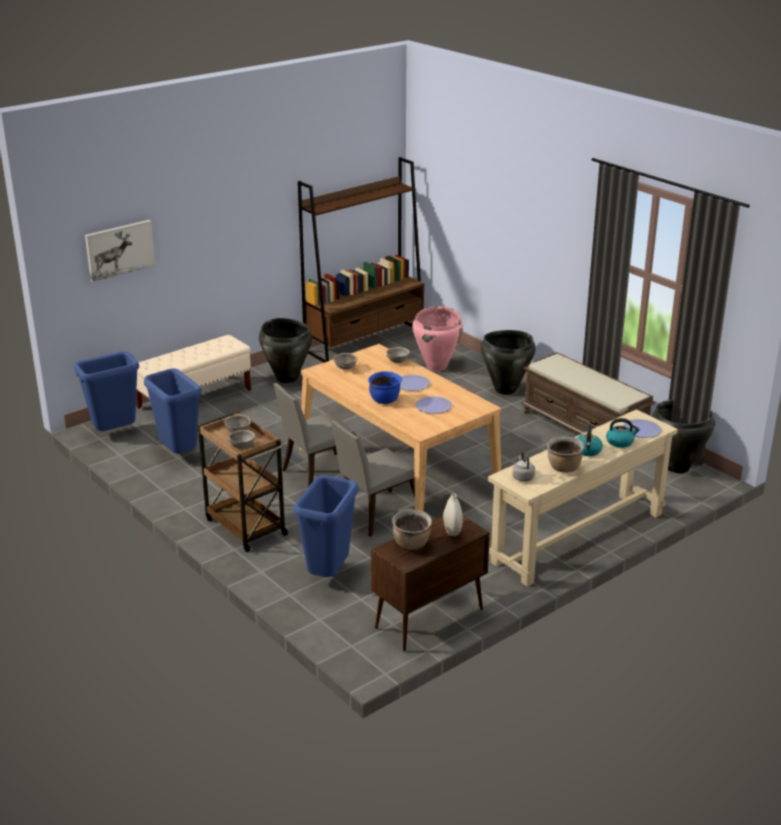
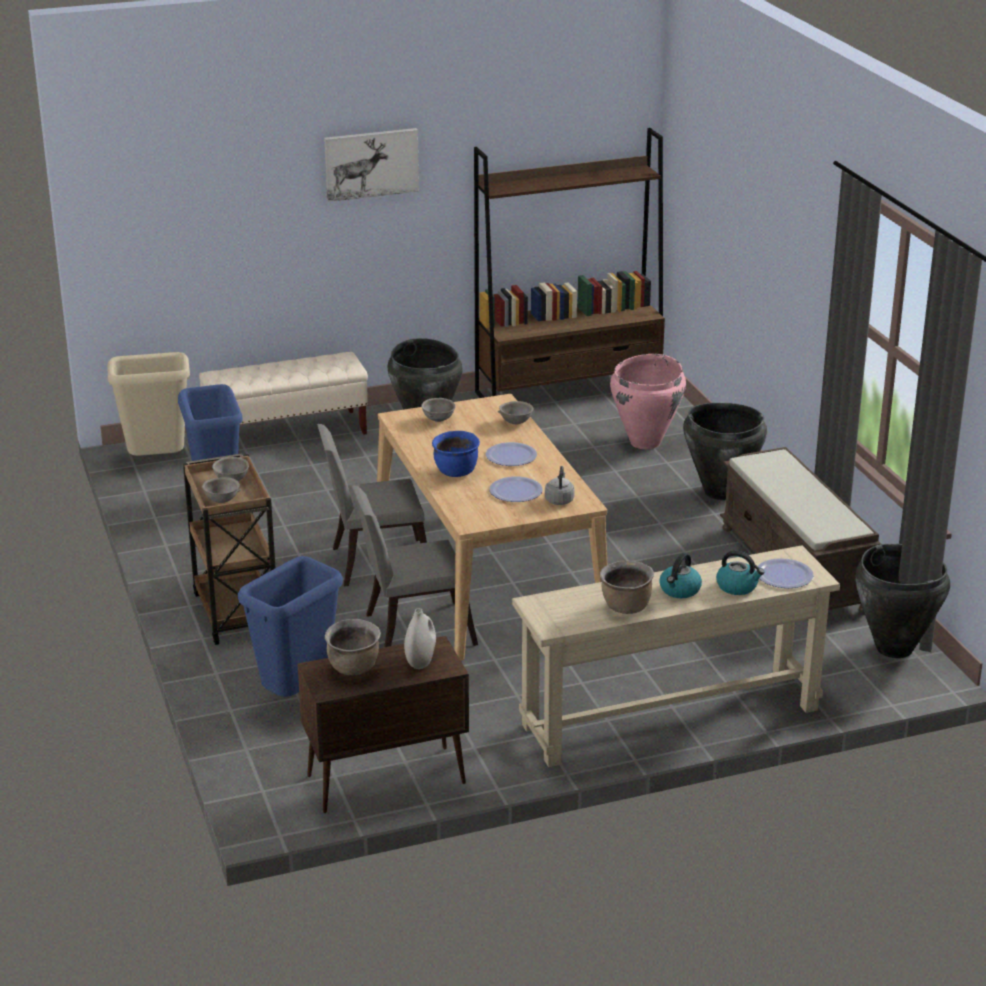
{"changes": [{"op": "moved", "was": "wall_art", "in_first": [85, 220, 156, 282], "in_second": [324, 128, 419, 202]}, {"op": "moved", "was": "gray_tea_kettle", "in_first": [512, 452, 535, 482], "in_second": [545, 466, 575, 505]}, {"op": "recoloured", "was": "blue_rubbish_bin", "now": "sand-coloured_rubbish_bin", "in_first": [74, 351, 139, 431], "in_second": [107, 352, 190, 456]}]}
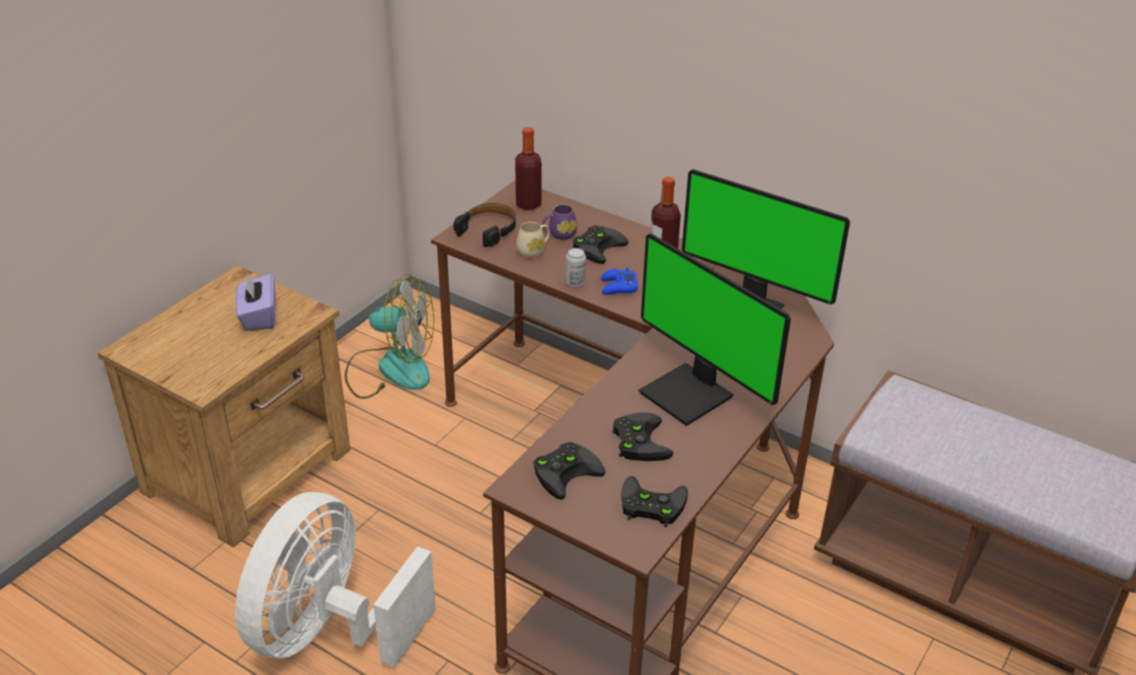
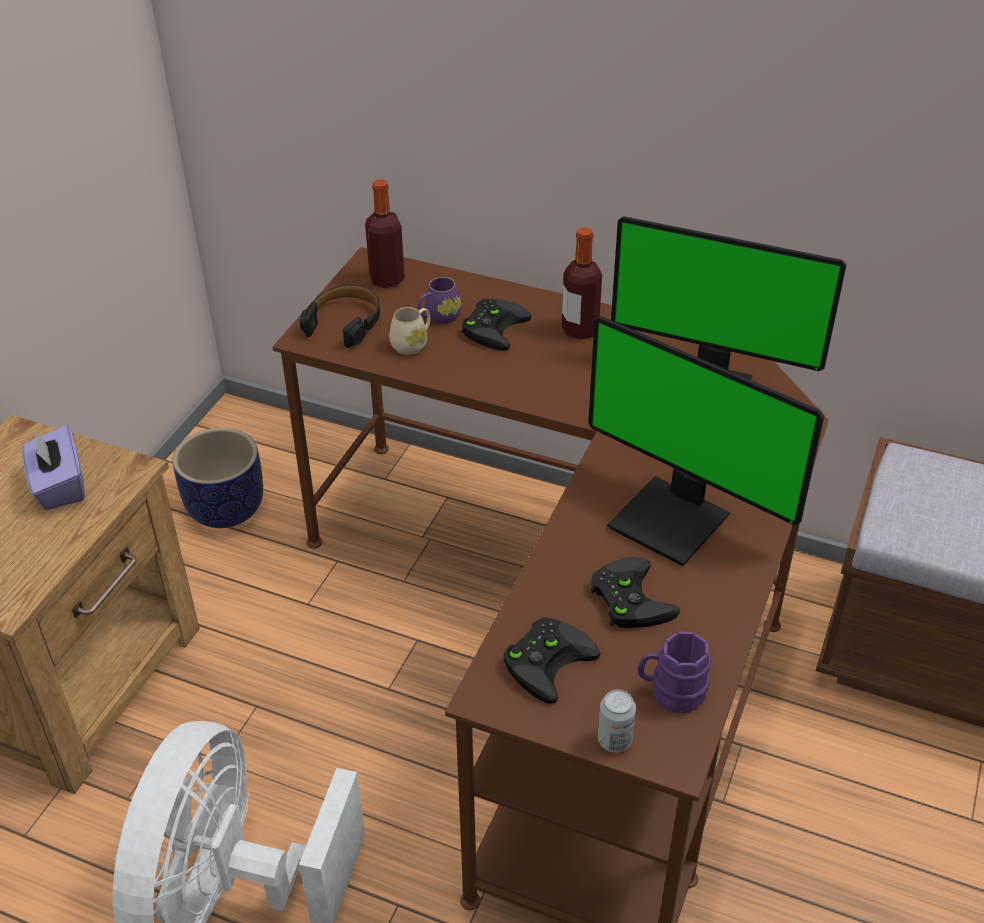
{"changes": [{"op": "removed", "was": "blue_gamepad", "in_first": [601, 267, 638, 295]}, {"op": "moved", "was": "metal_can", "in_first": [566, 248, 586, 287], "in_second": [598, 689, 636, 752]}, {"op": "replaced", "was": "cooling_fan", "now": "flower_pot", "in_first": [345, 274, 434, 399], "in_second": [173, 427, 263, 528]}, {"op": "replaced", "was": "black_gamepad", "now": "purple-coloured_tea_mug", "in_first": [621, 476, 688, 527], "in_second": [637, 632, 711, 713]}]}
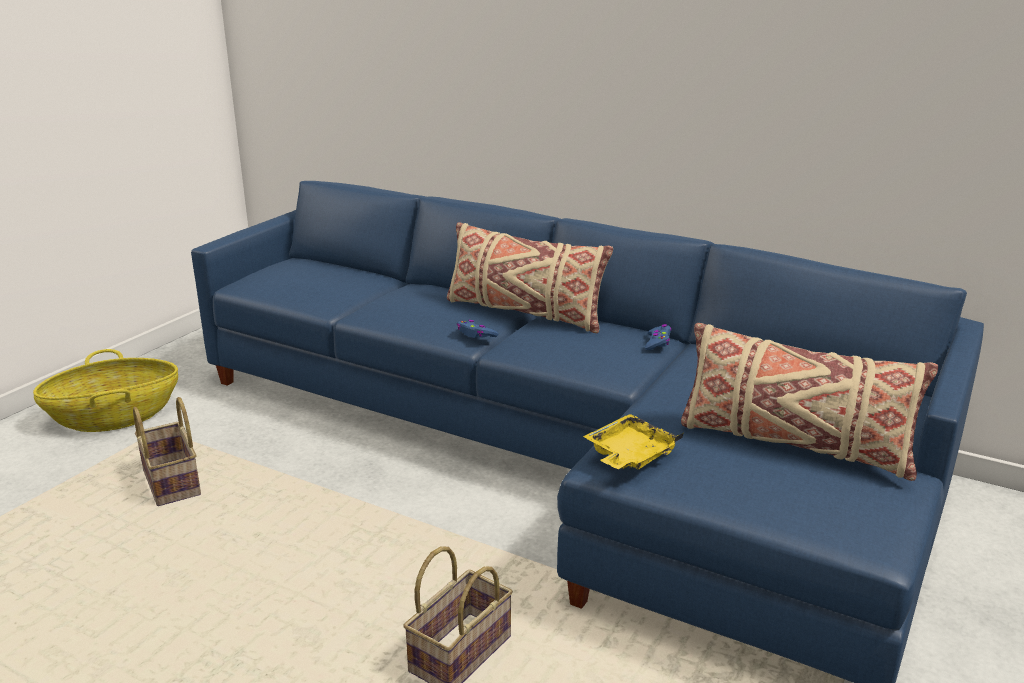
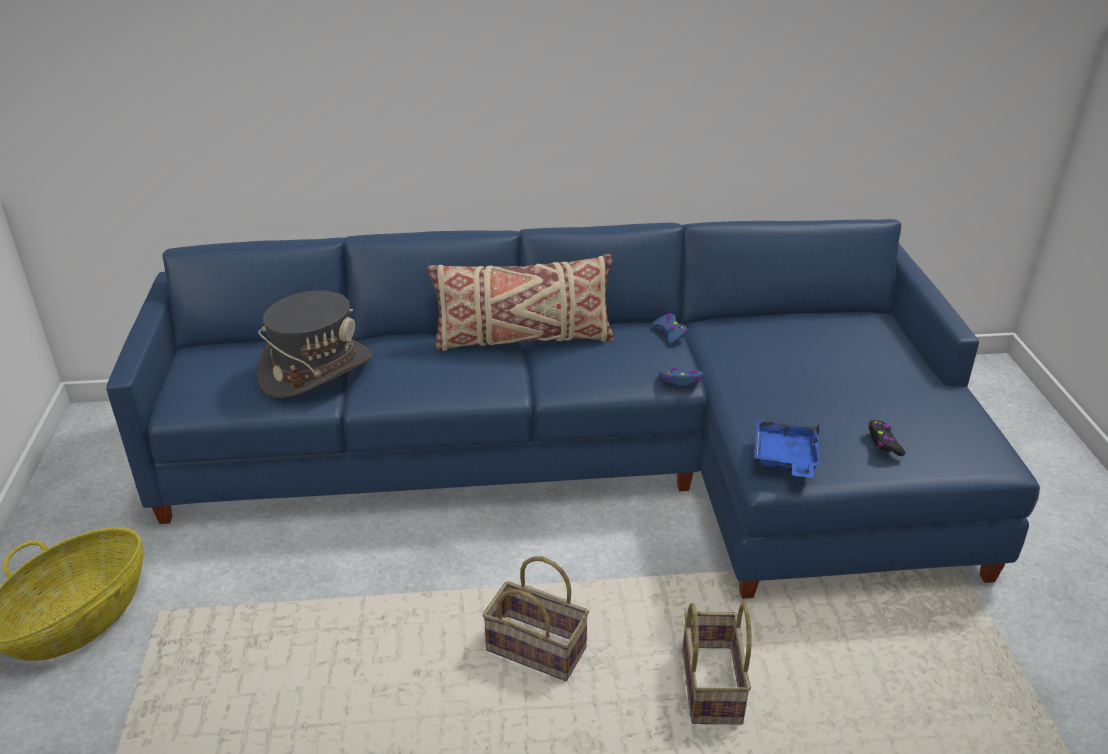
{"changes": [{"op": "removed", "was": "sand-coloured_pillow", "in_first": [681, 323, 938, 481]}, {"op": "added", "now": "gray_hat", "in_second": [257, 290, 372, 398]}, {"op": "added", "now": "black_gamepad", "in_second": [868, 420, 905, 456]}, {"op": "moved", "was": "storage_basket", "in_first": [133, 397, 201, 506], "in_second": [482, 556, 589, 681]}, {"op": "moved", "was": "blue_gamepad", "in_first": [456, 320, 498, 338], "in_second": [659, 367, 703, 385]}, {"op": "recoloured", "was": "yellow_carrying_tray", "now": "blue_carrying_tray", "in_first": [583, 414, 683, 469], "in_second": [754, 419, 820, 478]}]}
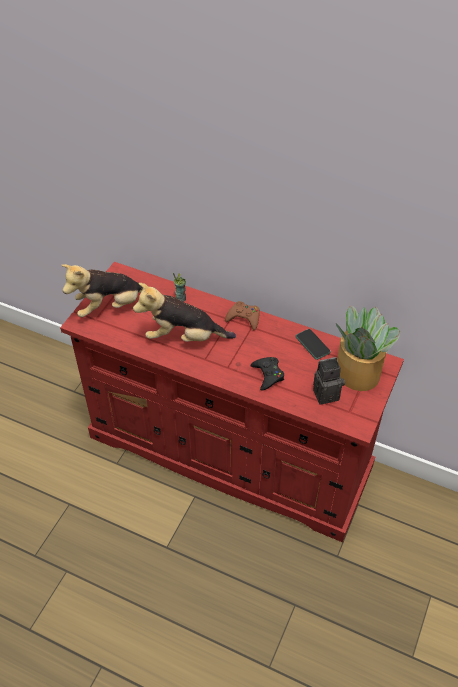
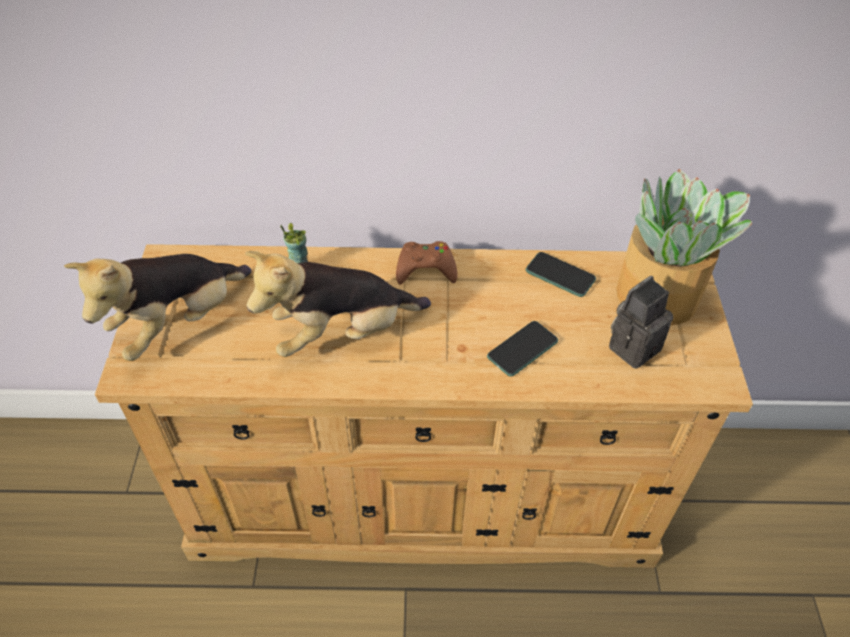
{"changes": [{"op": "replaced", "was": "black_gamepad", "now": "handset", "in_first": [251, 357, 284, 391], "in_second": [487, 321, 558, 377]}, {"op": "recoloured", "was": "red_drawer_chest", "now": "sand-coloured_drawer_chest", "in_first": [60, 262, 404, 542], "in_second": [95, 244, 753, 568]}]}
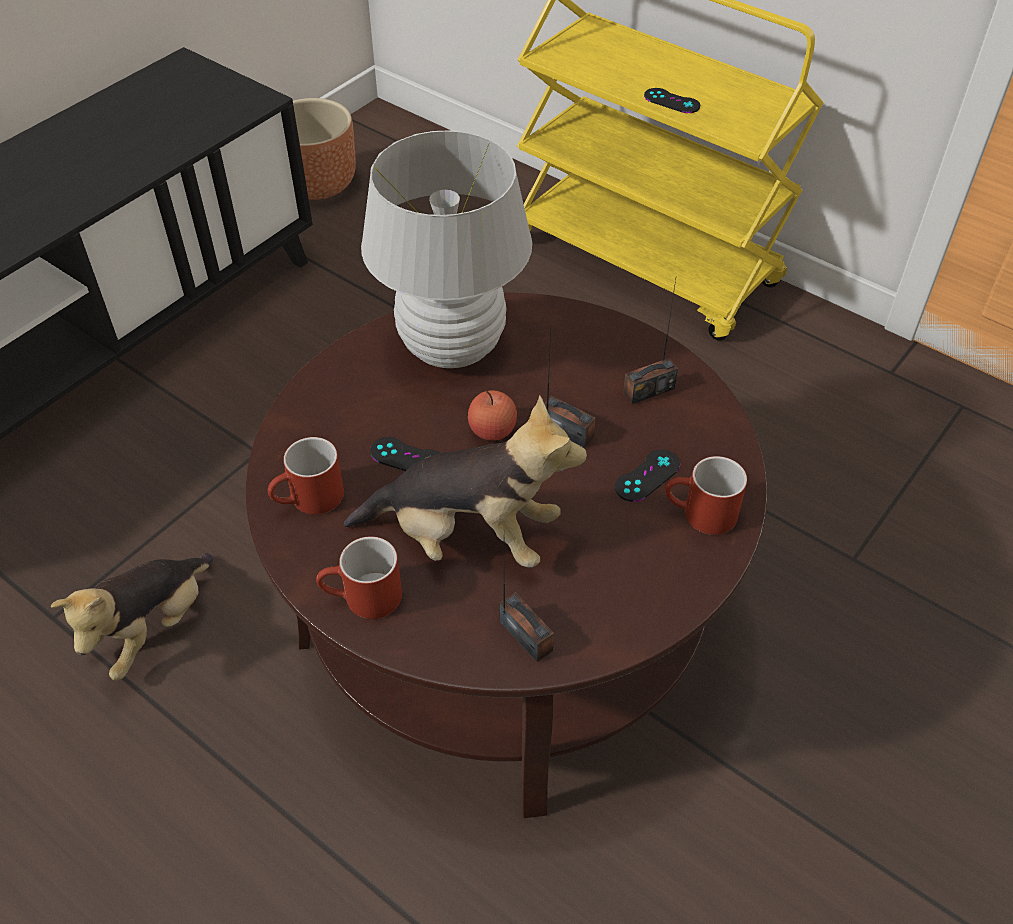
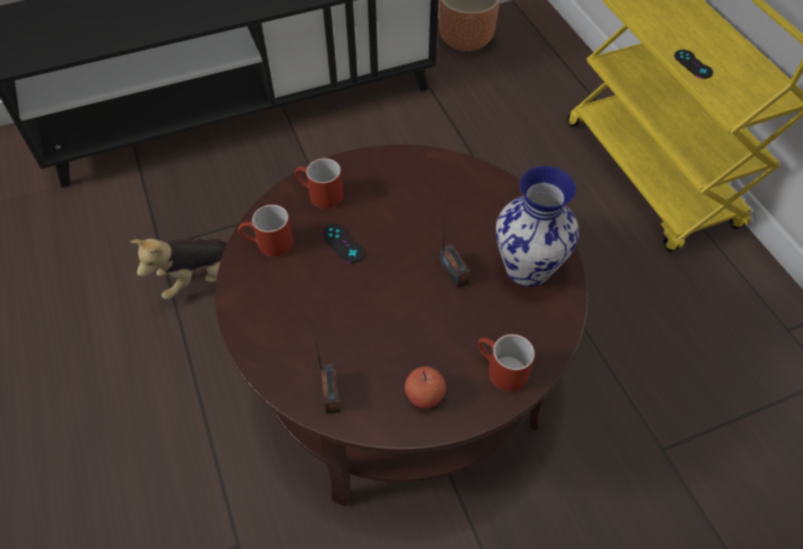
{"changes": [{"op": "removed", "was": "cuddly_toy", "in_first": [343, 396, 587, 567]}, {"op": "removed", "was": "whitish_lamp_for_a_table", "in_first": [361, 130, 532, 368]}, {"op": "removed", "was": "black_gamepad", "in_first": [615, 449, 680, 502]}, {"op": "moved", "was": "red_tea_mug", "in_first": [316, 536, 402, 619], "in_second": [295, 158, 343, 209]}, {"op": "moved", "was": "apple", "in_first": [468, 390, 517, 441], "in_second": [405, 366, 446, 408]}, {"op": "replaced", "was": "radio_receiver", "now": "decorative_vase", "in_first": [623, 280, 678, 404], "in_second": [496, 166, 579, 287]}]}
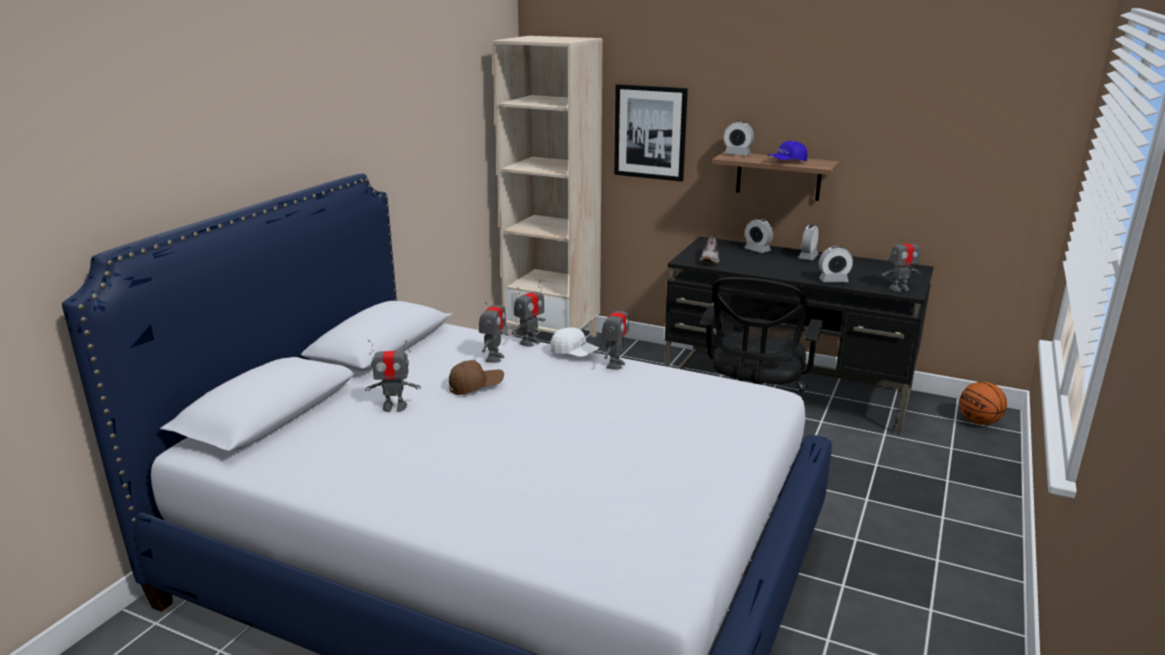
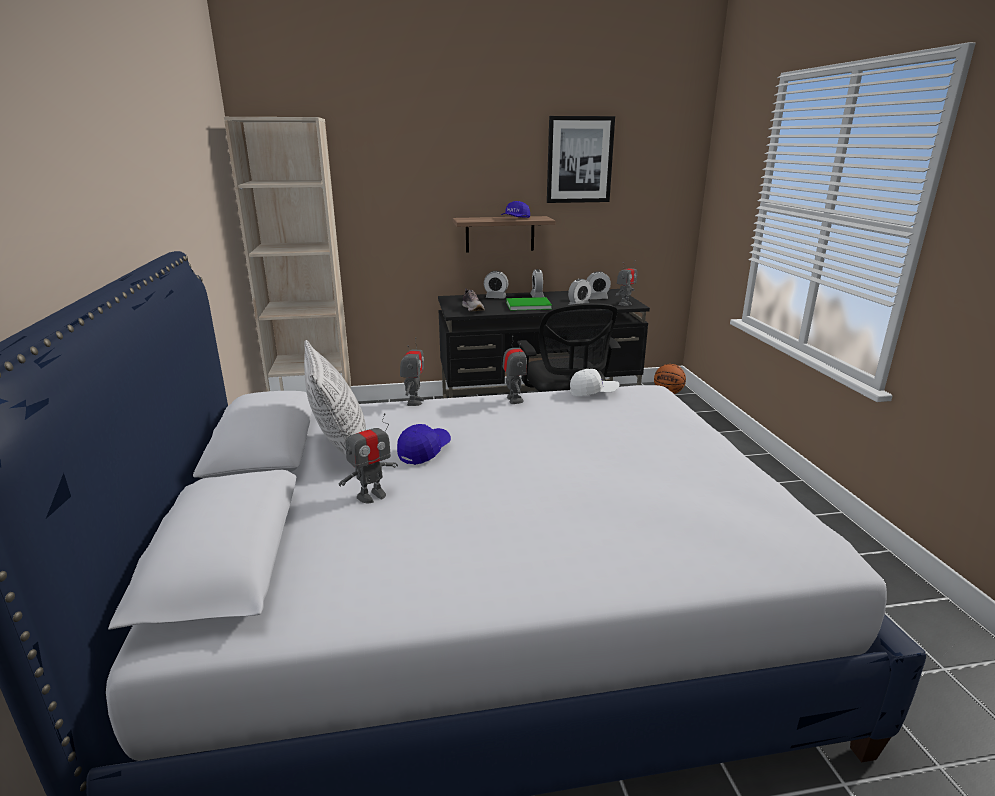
{"changes": [{"op": "removed", "was": "toy_robot", "in_first": [479, 293, 506, 363]}, {"op": "added", "now": "pillow", "in_second": [304, 340, 366, 455]}, {"op": "added", "now": "greenish_book", "in_second": [506, 297, 552, 311]}, {"op": "moved", "was": "whitish_peaked_cap", "in_first": [550, 328, 599, 357], "in_second": [570, 369, 620, 396]}, {"op": "moved", "was": "wall_art", "in_first": [614, 84, 688, 182], "in_second": [547, 116, 615, 203]}, {"op": "moved", "was": "table_clock", "in_first": [723, 121, 754, 156], "in_second": [587, 271, 611, 299]}, {"op": "recoloured", "was": "brown_peaked_cap", "now": "blue_peaked_cap", "in_first": [449, 360, 504, 395], "in_second": [397, 424, 451, 465]}]}
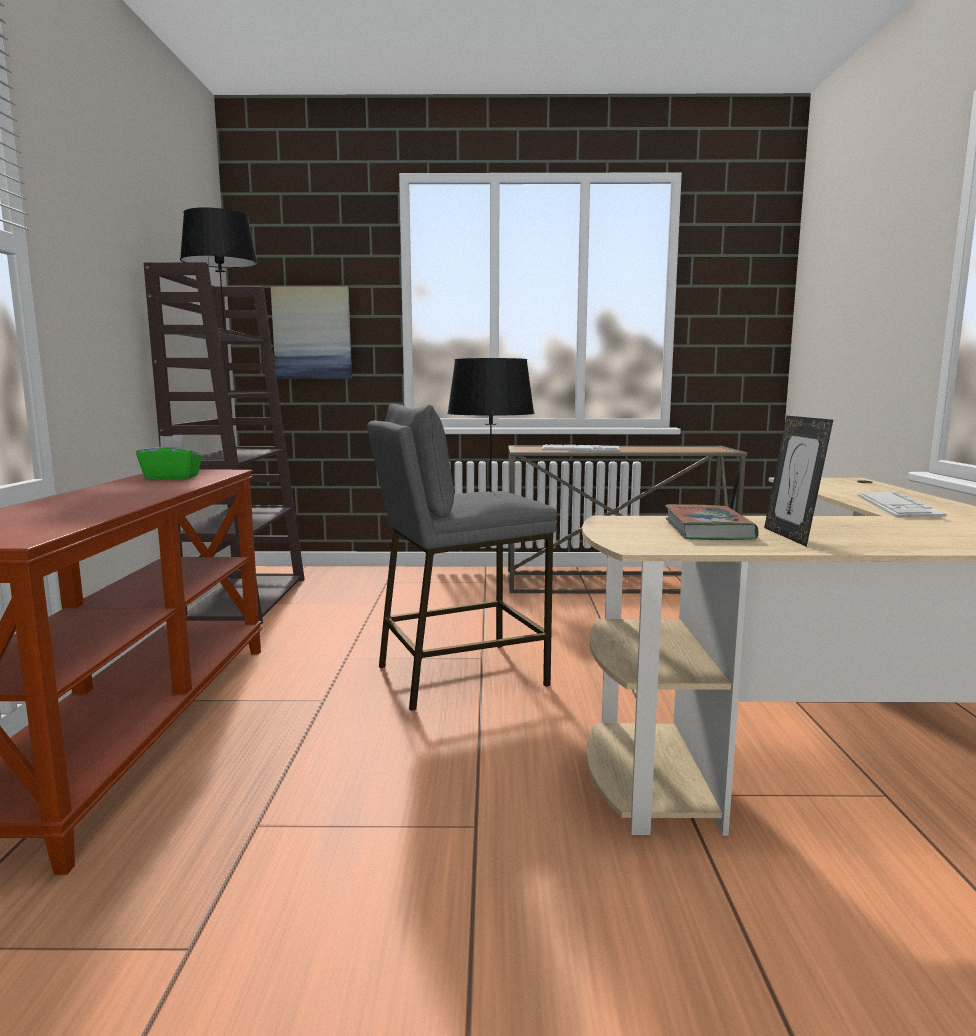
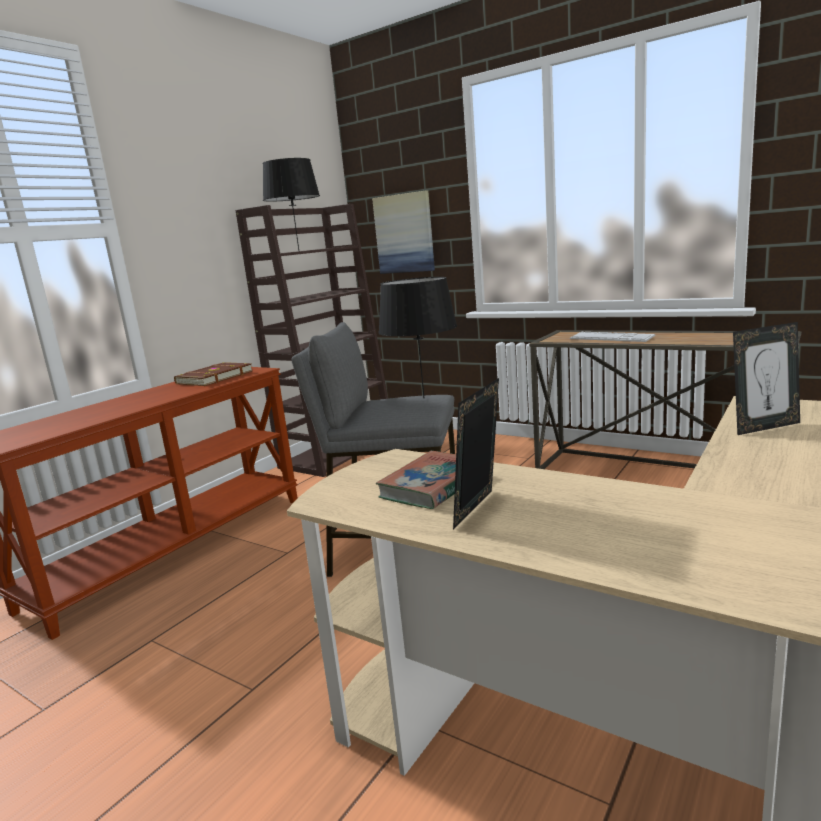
{"changes": [{"op": "removed", "was": "keyboard", "in_first": [858, 492, 946, 517]}, {"op": "added", "now": "standing_frame", "in_second": [733, 322, 800, 435]}, {"op": "replaced", "was": "greenish_box_of_tissues", "now": "brown_book", "in_first": [136, 436, 203, 479], "in_second": [174, 362, 253, 386]}]}
